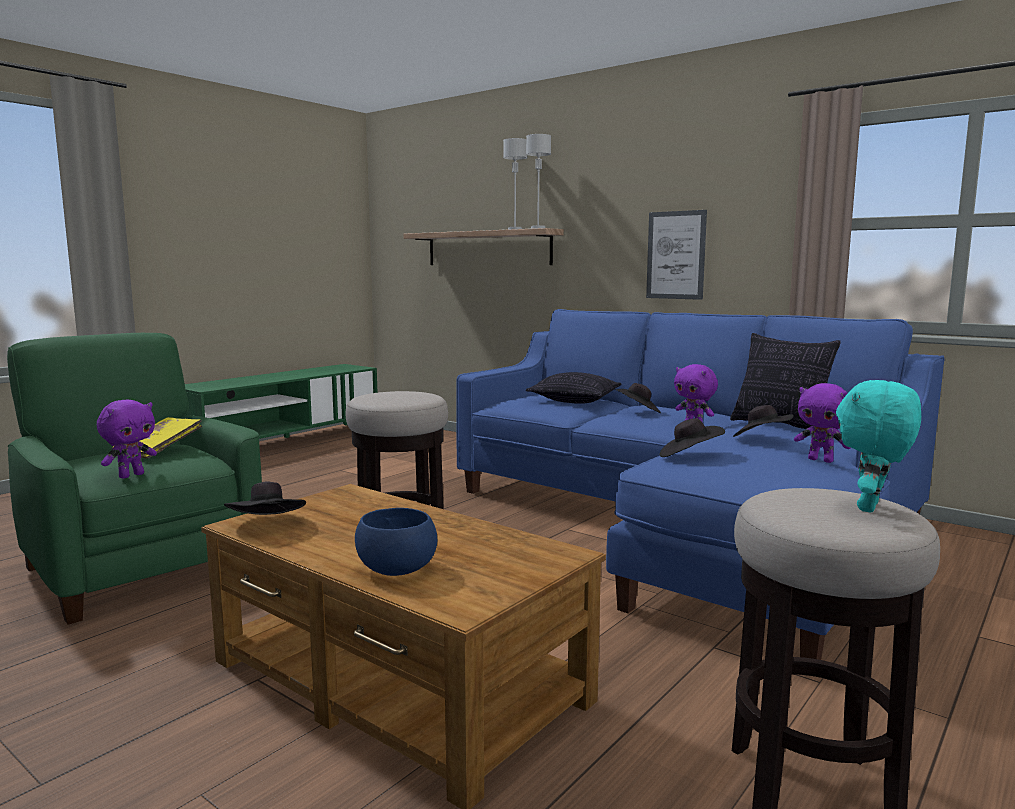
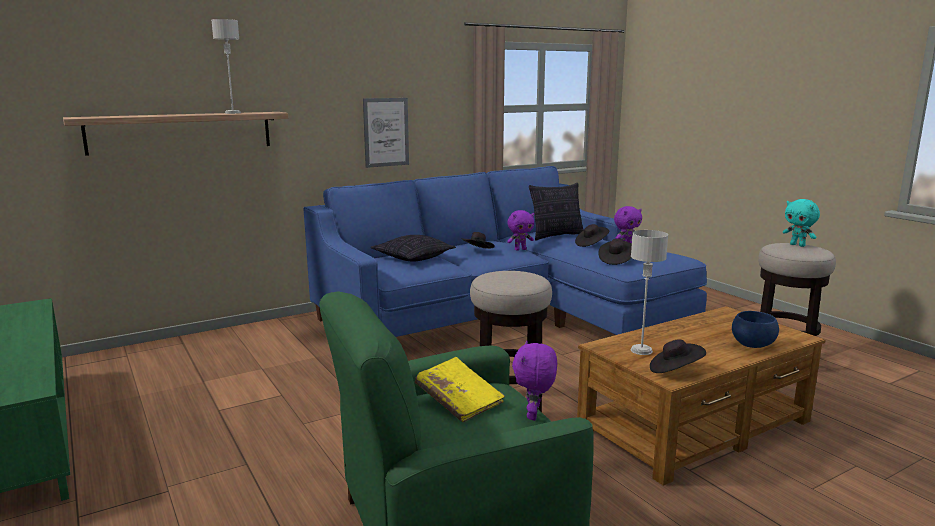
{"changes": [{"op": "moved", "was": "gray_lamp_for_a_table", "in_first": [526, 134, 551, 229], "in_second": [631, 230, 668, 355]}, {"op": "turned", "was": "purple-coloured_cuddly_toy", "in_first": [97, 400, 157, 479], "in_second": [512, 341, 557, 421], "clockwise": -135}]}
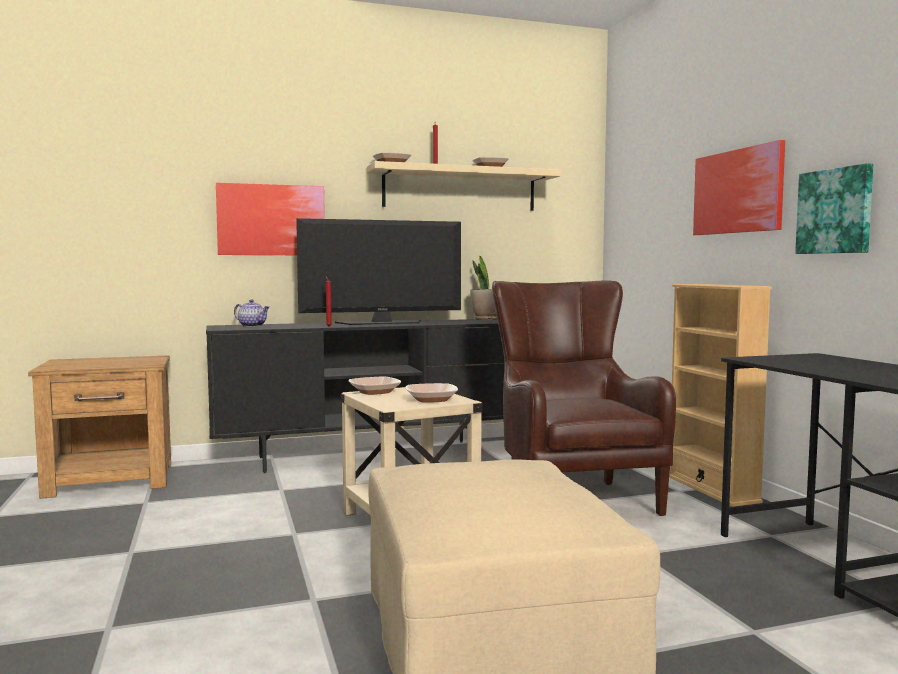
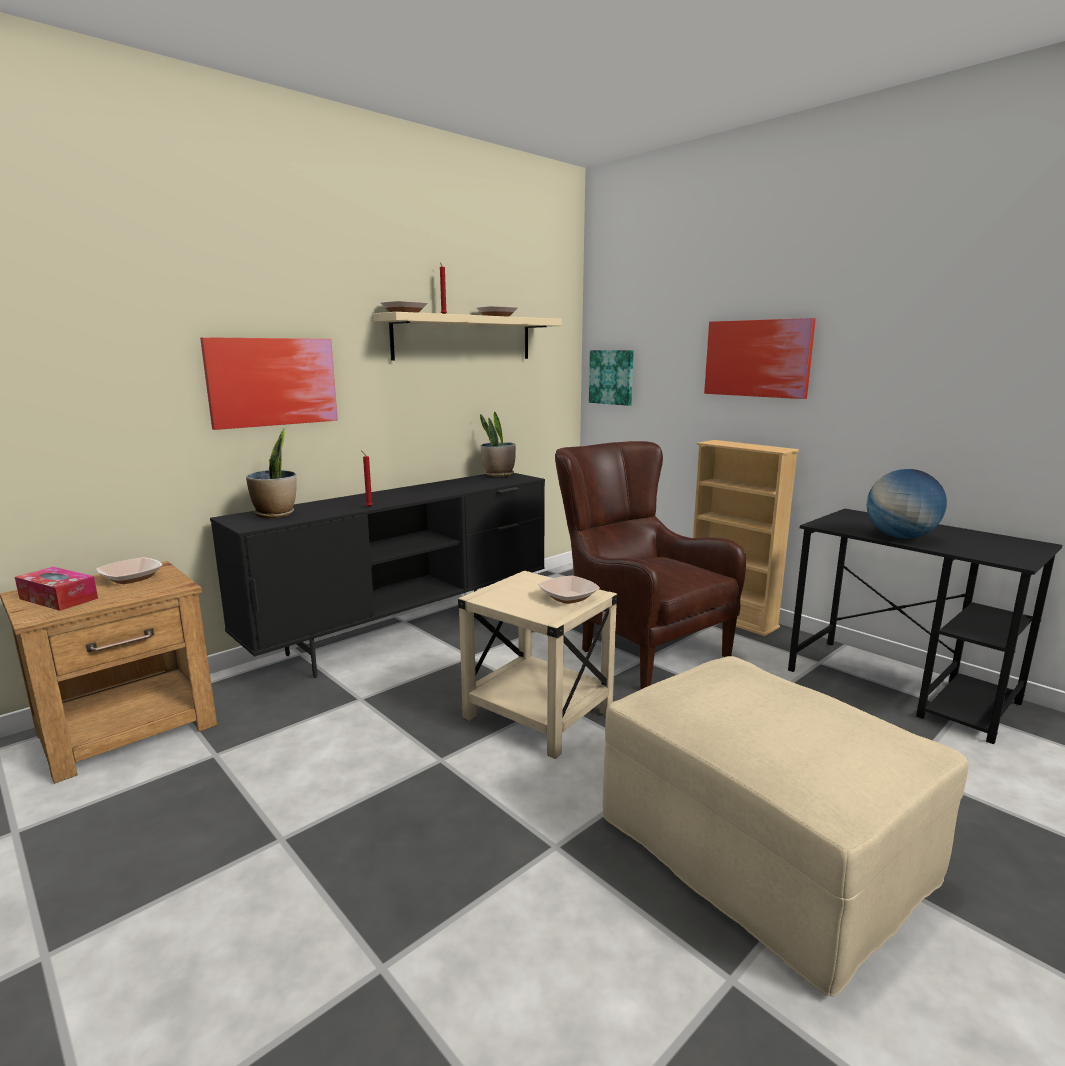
{"changes": [{"op": "removed", "was": "TV_set", "in_first": [296, 218, 461, 325]}, {"op": "added", "now": "box_of_tissues", "in_second": [15, 567, 98, 611]}, {"op": "added", "now": "world_globe", "in_second": [867, 469, 947, 539]}, {"op": "moved", "was": "serving_bowl", "in_first": [349, 377, 401, 395], "in_second": [96, 557, 162, 584]}, {"op": "moved", "was": "wall_art", "in_first": [795, 163, 873, 254], "in_second": [589, 350, 634, 406]}, {"op": "replaced", "was": "teapot", "now": "plant_in_a_pot", "in_first": [234, 299, 269, 327], "in_second": [246, 427, 297, 518]}]}
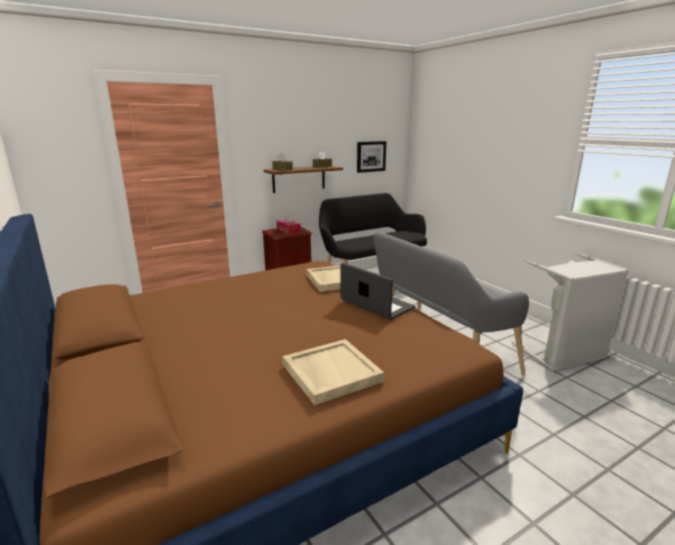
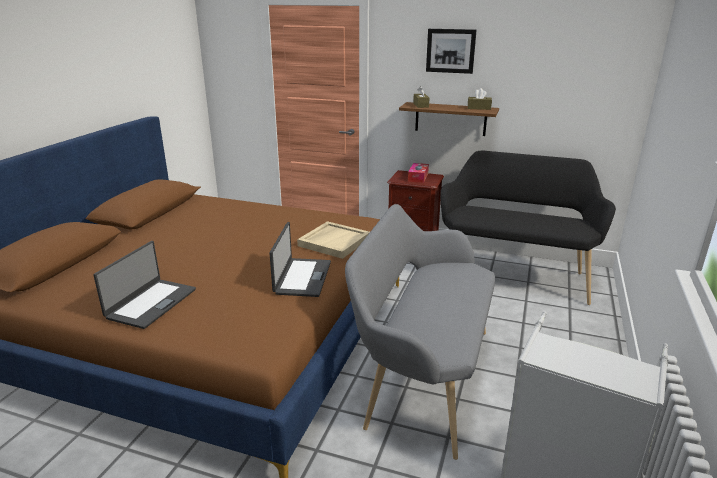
{"changes": [{"op": "moved", "was": "wall_art", "in_first": [357, 141, 386, 173], "in_second": [426, 29, 476, 74]}, {"op": "replaced", "was": "sand-coloured_carrying_tray", "now": "portable_computer", "in_first": [283, 339, 384, 405], "in_second": [93, 241, 196, 329]}]}
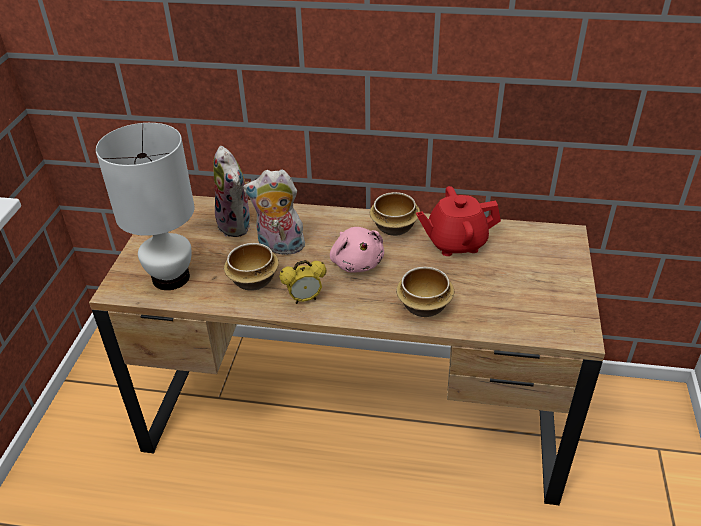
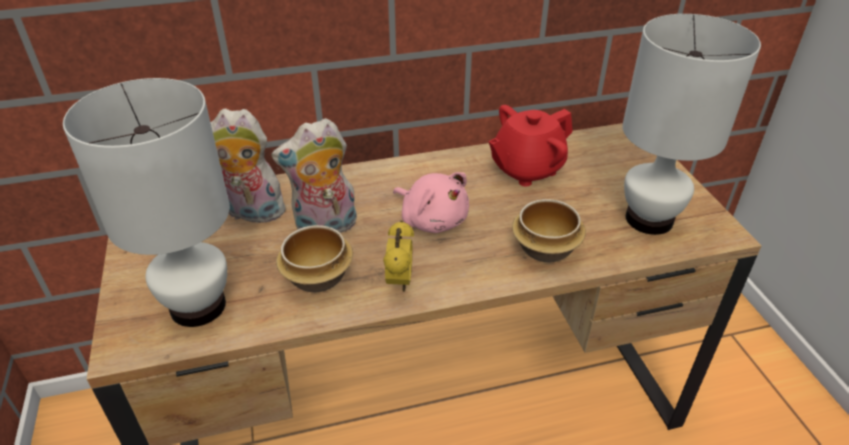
{"changes": [{"op": "removed", "was": "serving_bowl", "in_first": [370, 192, 420, 236]}, {"op": "added", "now": "whitish_lamp_for_a_table", "in_second": [622, 14, 761, 235]}, {"op": "turned", "was": "cuddly_toy", "in_first": [213, 146, 250, 237], "in_second": [211, 109, 288, 223], "clockwise": 150}, {"op": "turned", "was": "table_clock", "in_first": [279, 260, 326, 304], "in_second": [383, 221, 414, 292], "clockwise": -45}]}
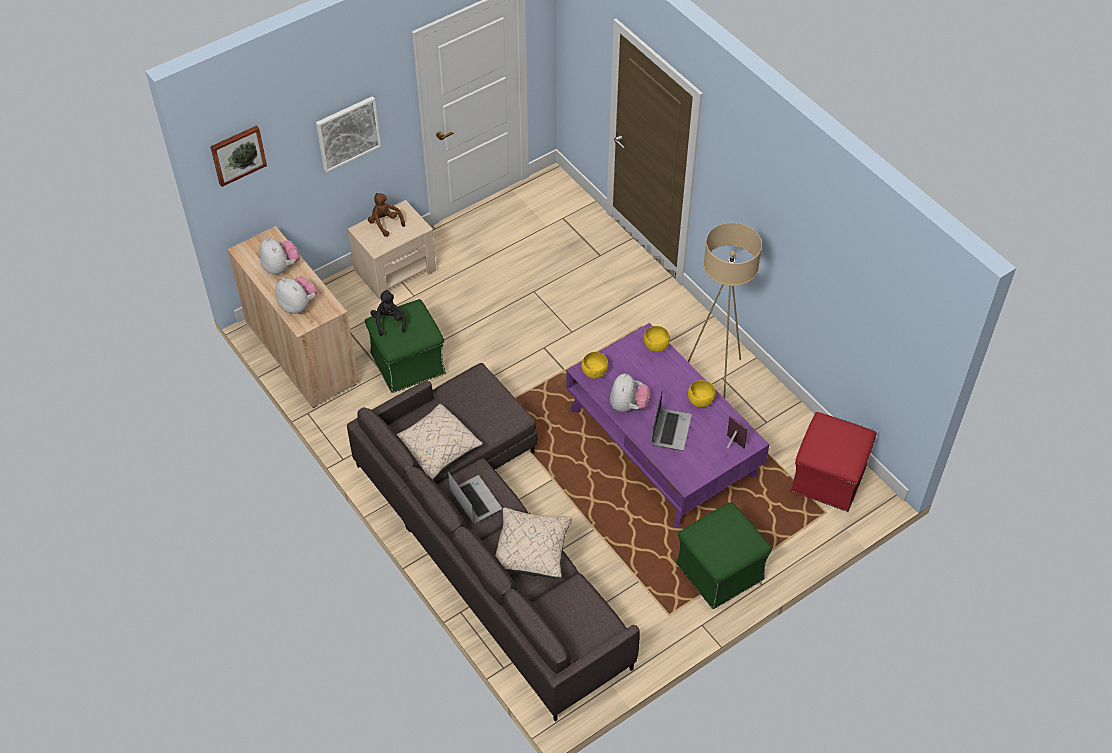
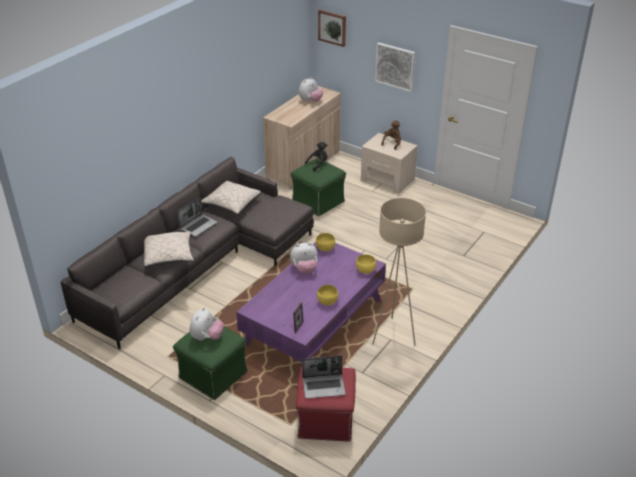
{"changes": [{"op": "moved", "was": "cuddly_toy", "in_first": [275, 276, 317, 314], "in_second": [190, 307, 224, 341]}, {"op": "moved", "was": "portable_computer", "in_first": [652, 390, 692, 451], "in_second": [302, 356, 346, 399]}]}
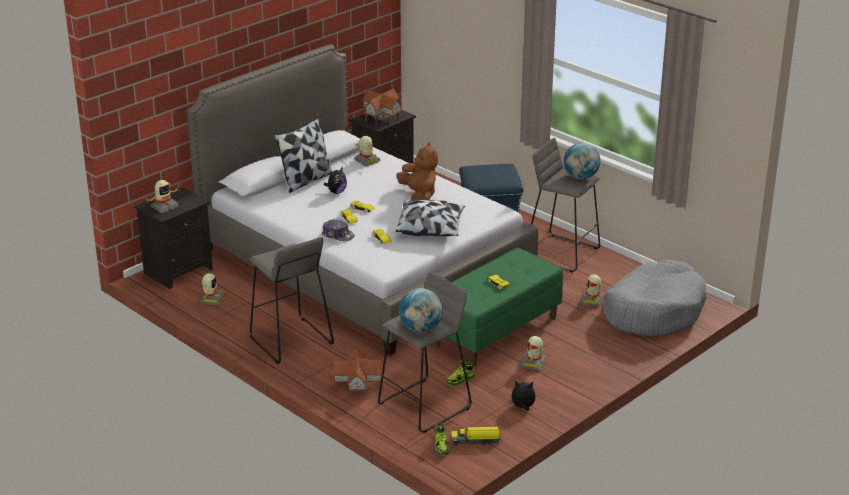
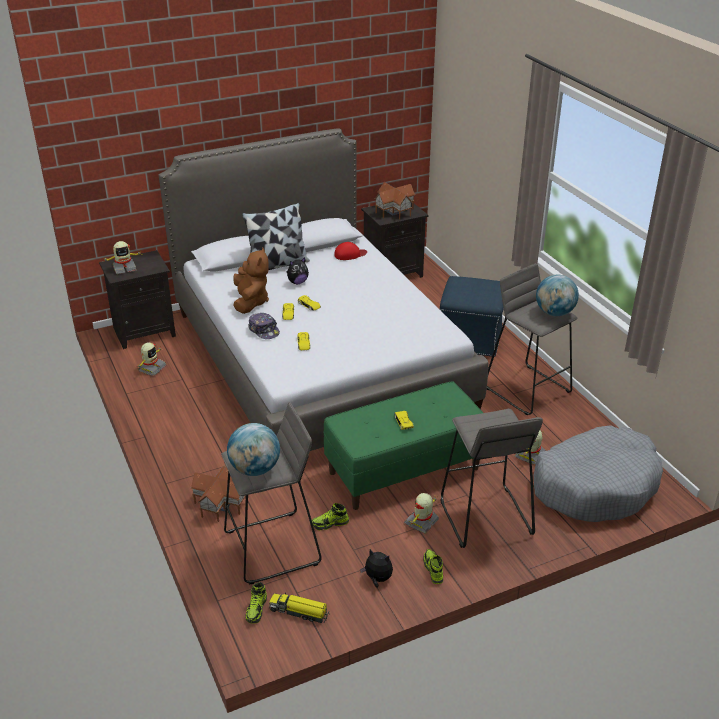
{"changes": [{"op": "removed", "was": "pillow", "in_first": [396, 200, 465, 236]}, {"op": "added", "now": "item_of_footwear", "in_second": [423, 549, 443, 584]}, {"op": "moved", "was": "gray_sitting_stool", "in_first": [250, 237, 334, 364], "in_second": [441, 409, 543, 548]}, {"op": "moved", "was": "brown_cuddly_toy", "in_first": [397, 142, 438, 200], "in_second": [233, 248, 269, 314]}, {"op": "replaced", "was": "toy_robot", "now": "red_peaked_cap", "in_first": [354, 136, 381, 166], "in_second": [334, 242, 367, 260]}]}
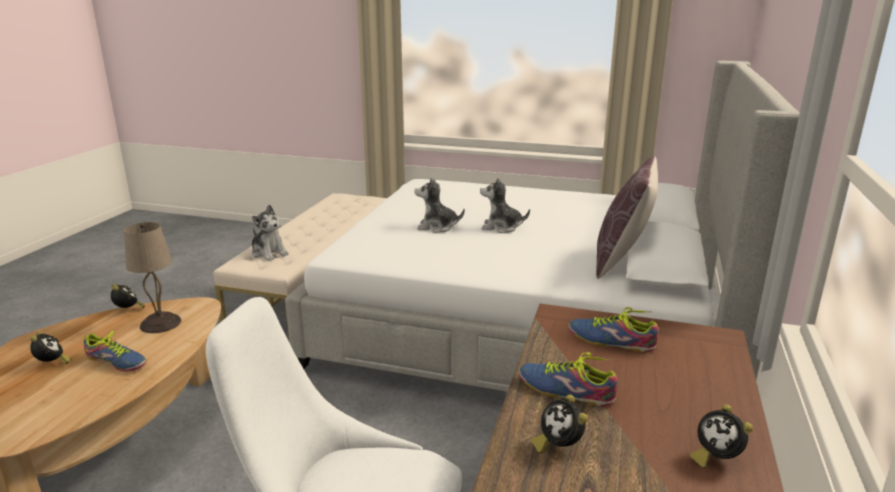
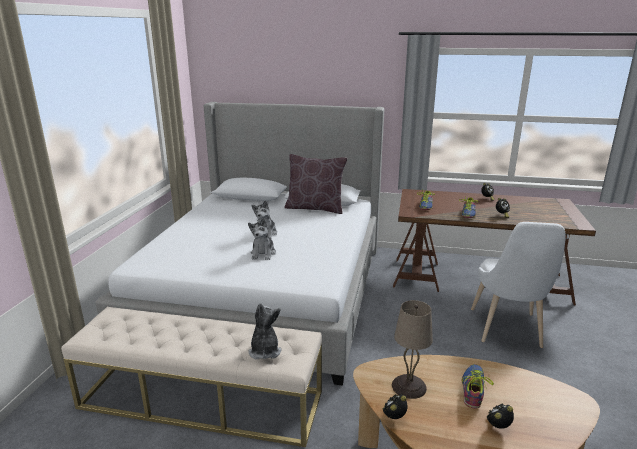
{"changes": [{"op": "turned", "was": "cuddly_toy", "in_first": [252, 205, 289, 261], "in_second": [248, 303, 282, 359], "clockwise": -45}]}
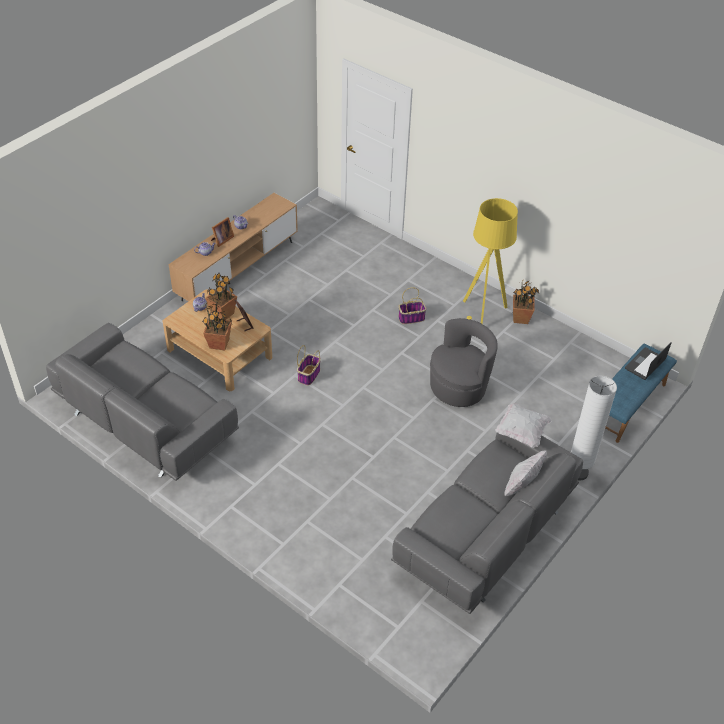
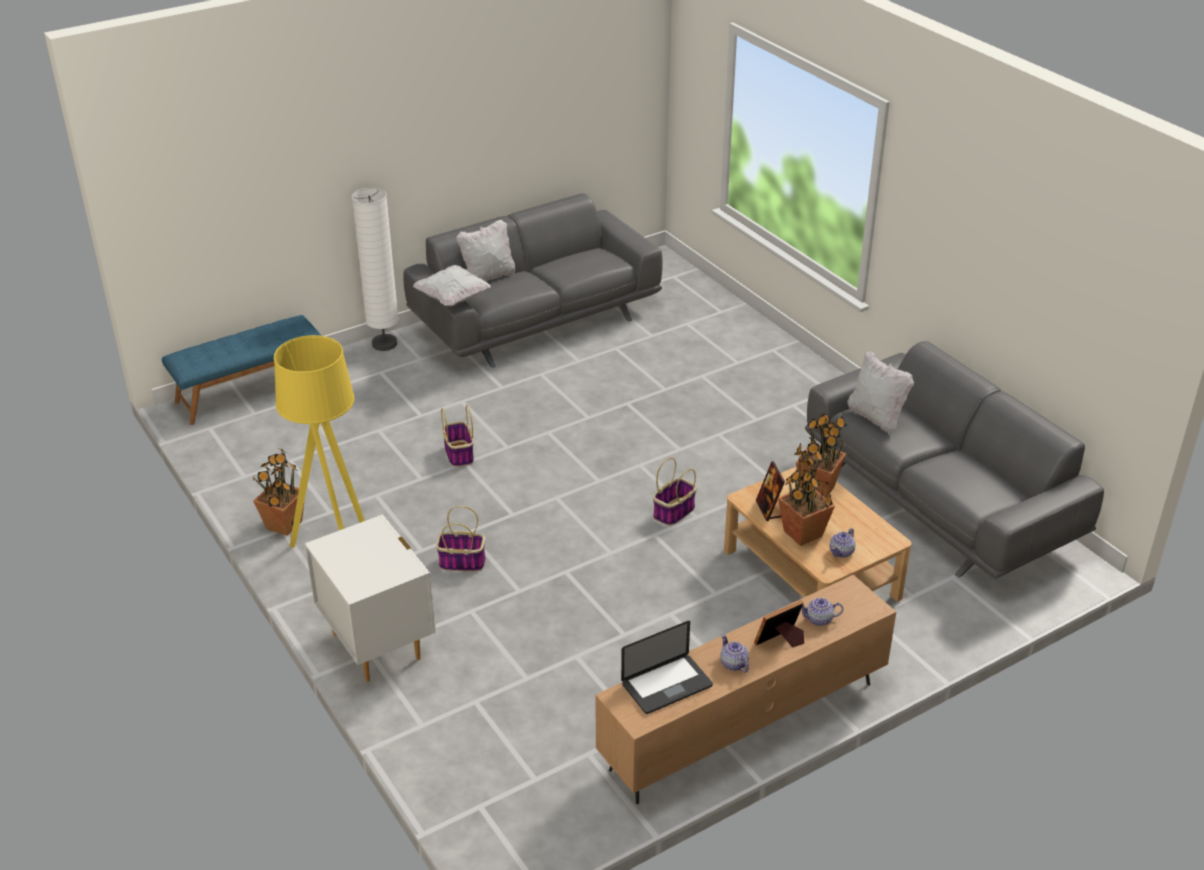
{"changes": [{"op": "added", "now": "whitish_nightstand", "in_second": [305, 514, 435, 682]}, {"op": "added", "now": "whitish_pillow", "in_second": [847, 350, 914, 435]}, {"op": "moved", "was": "portable_computer", "in_first": [625, 342, 672, 380], "in_second": [621, 621, 713, 714]}, {"op": "replaced", "was": "gray_lounge_chair", "now": "storage_basket", "in_first": [430, 318, 498, 407], "in_second": [441, 404, 474, 467]}]}
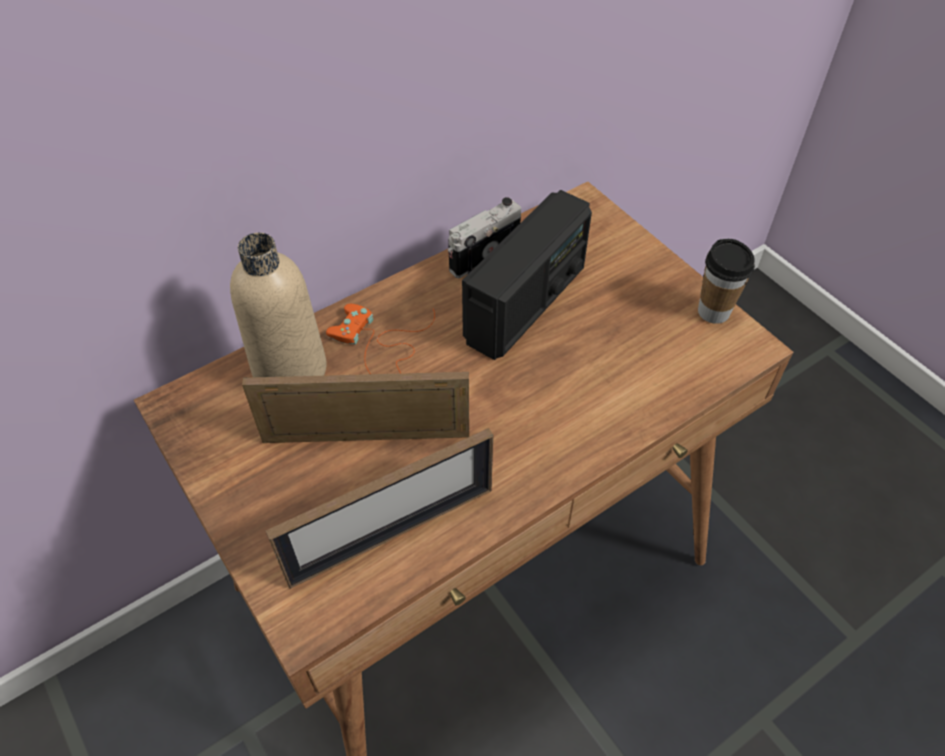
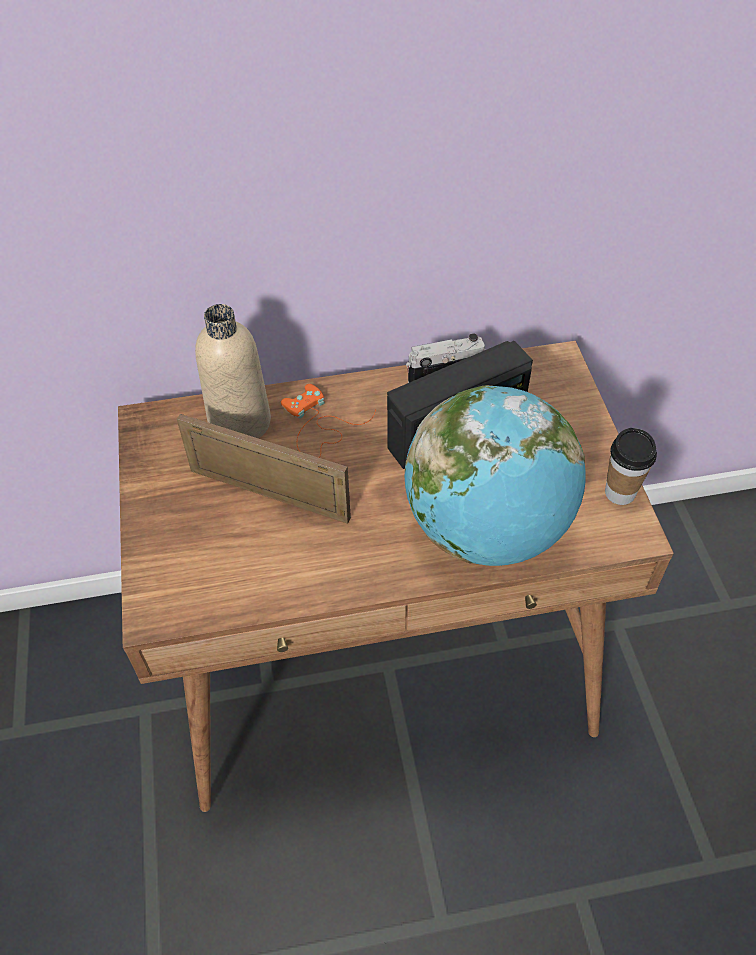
{"changes": [{"op": "removed", "was": "standing_frame", "in_first": [266, 428, 493, 589]}, {"op": "added", "now": "world_globe", "in_second": [405, 385, 586, 566]}]}
